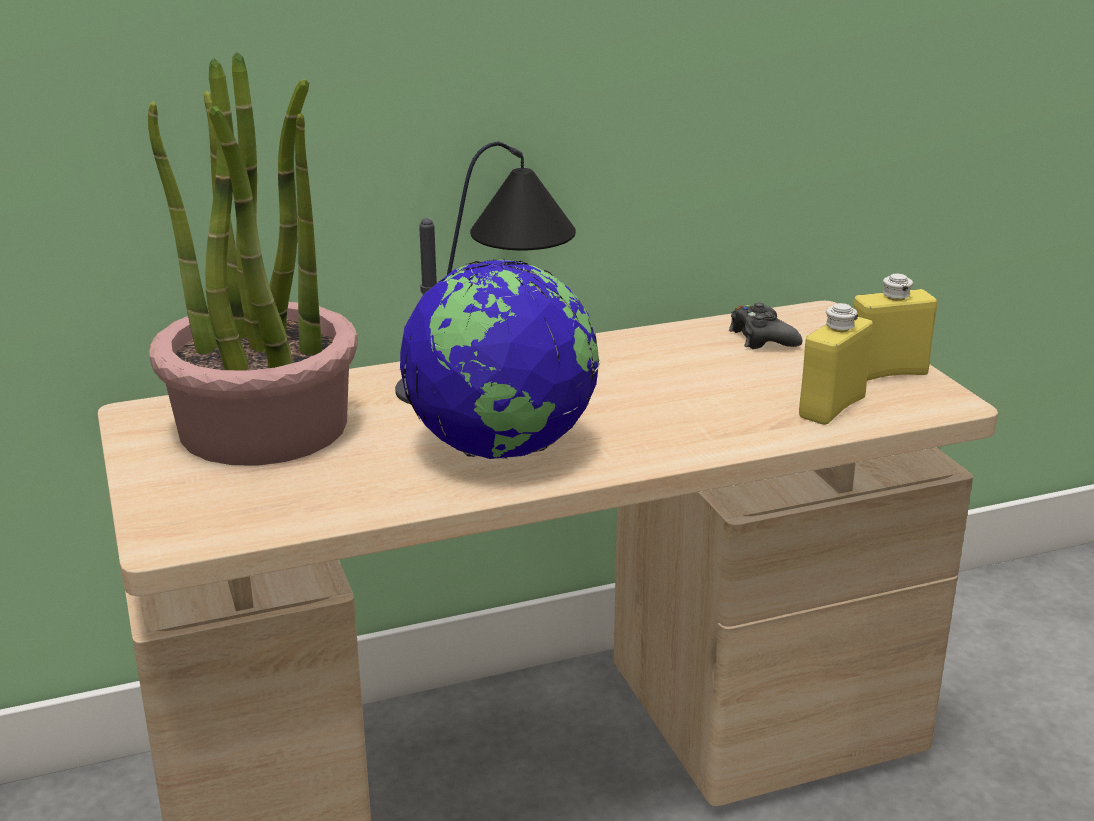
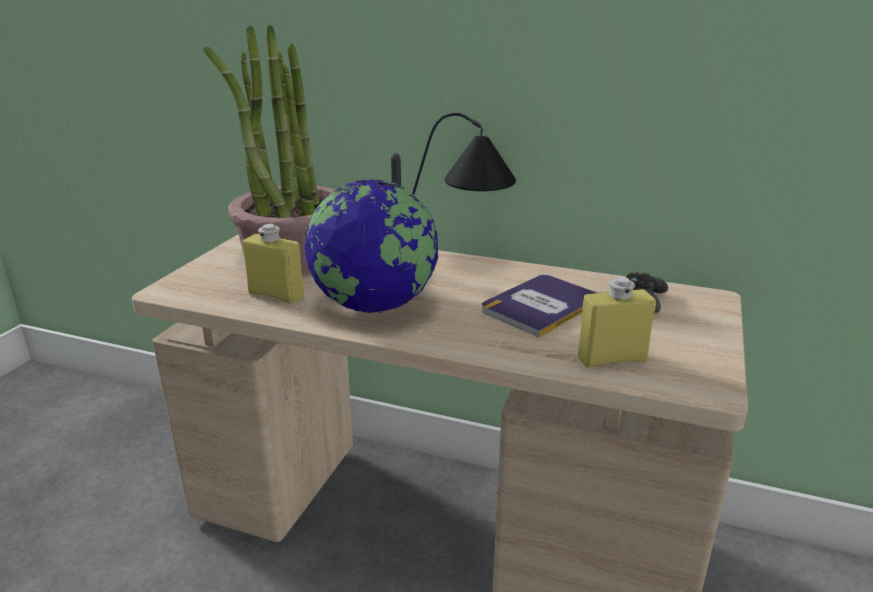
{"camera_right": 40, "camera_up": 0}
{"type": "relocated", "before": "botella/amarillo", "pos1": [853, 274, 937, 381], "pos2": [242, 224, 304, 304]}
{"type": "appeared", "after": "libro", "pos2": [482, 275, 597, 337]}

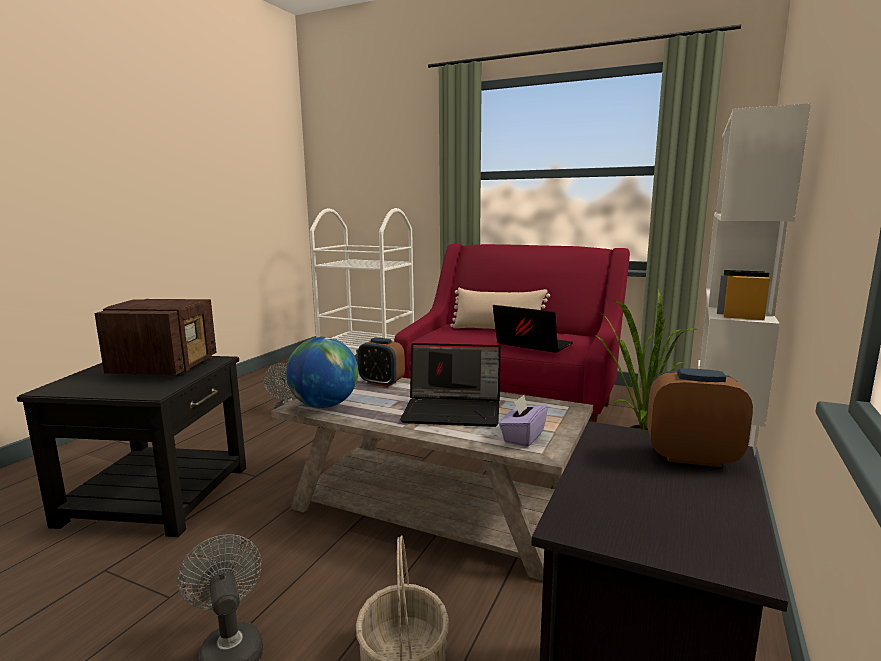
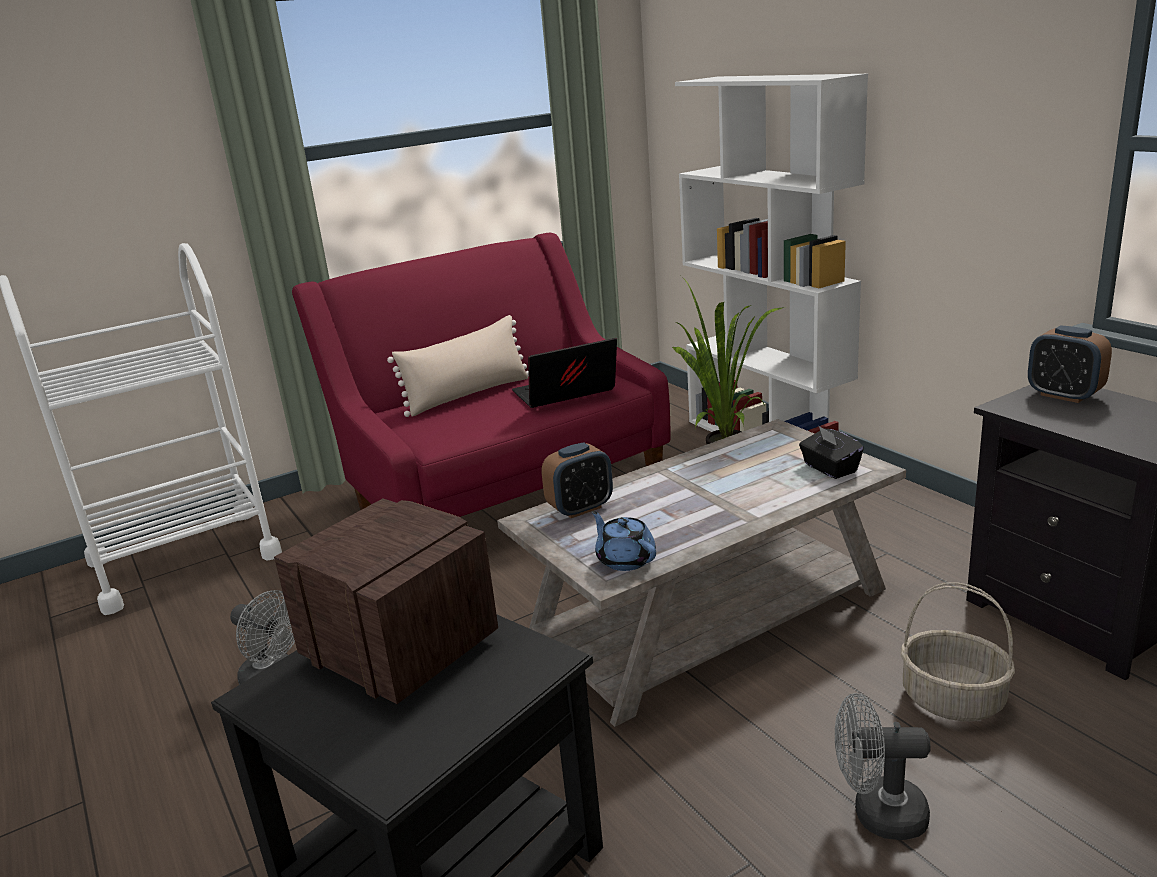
{"camera_right": -55, "camera_up": 10}
{"type": "exchanged", "before": "globo terráqueo", "after": "tetera/azul", "pos1": [286, 337, 358, 408], "pos2": [591, 511, 656, 571]}
{"type": "missing", "before": "portátil", "pos1": [400, 343, 501, 427]}
{"type": "colour", "before": "caja de pañuelos/morado", "after": "caja de pañuelos/negro", "pos1": [499, 395, 548, 447], "pos2": [799, 425, 864, 479]}
{"type": "spun", "before": "despertador", "pos1": [647, 369, 753, 467], "pos2": [1028, 325, 1112, 403], "turn": -90}

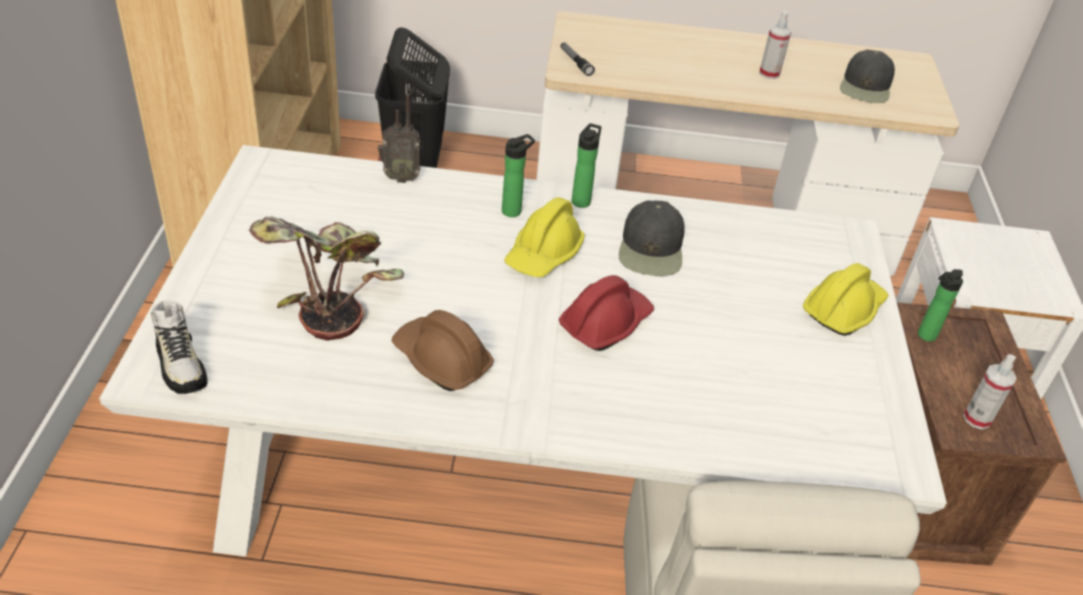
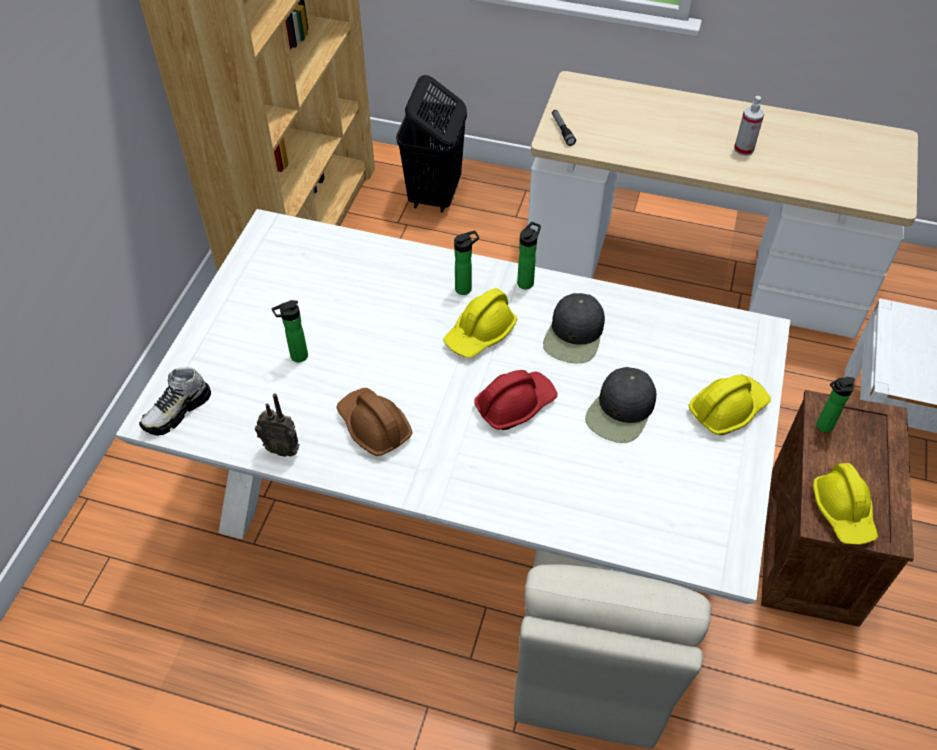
{"camera_right": 15, "camera_up": 10}
{"type": "spun", "before": "zapato", "pos1": [151, 300, 208, 394], "pos2": [139, 367, 211, 436], "turn": 60}
{"type": "exchanged", "before": "planta en maceta", "after": "botella", "pos1": [249, 216, 404, 340], "pos2": [272, 300, 308, 362]}
{"type": "relocated", "before": "radio", "pos1": [378, 93, 421, 183], "pos2": [255, 394, 300, 457]}
{"type": "relocated", "before": "gorra/negro", "pos1": [840, 50, 895, 103], "pos2": [585, 367, 656, 443]}
{"type": "exchanged", "before": "pulverizador", "after": "casco/amarillo", "pos1": [963, 354, 1017, 429], "pos2": [813, 463, 878, 545]}

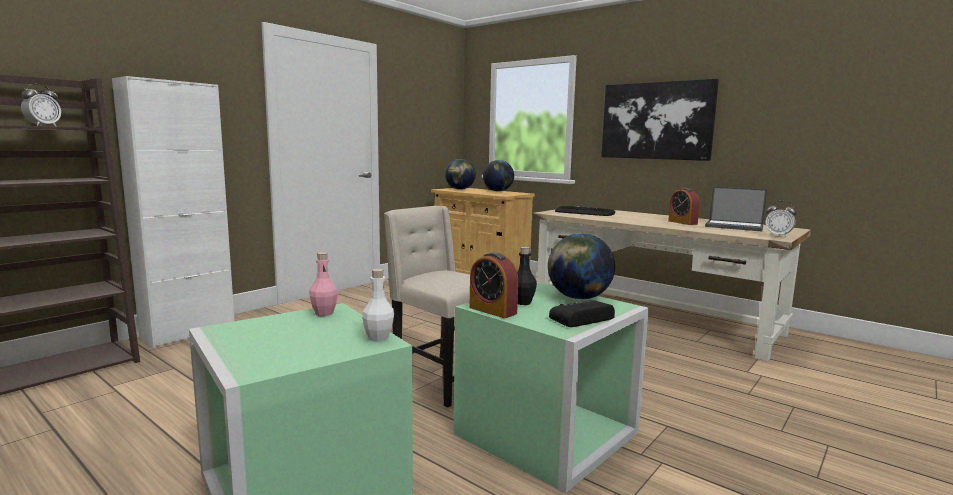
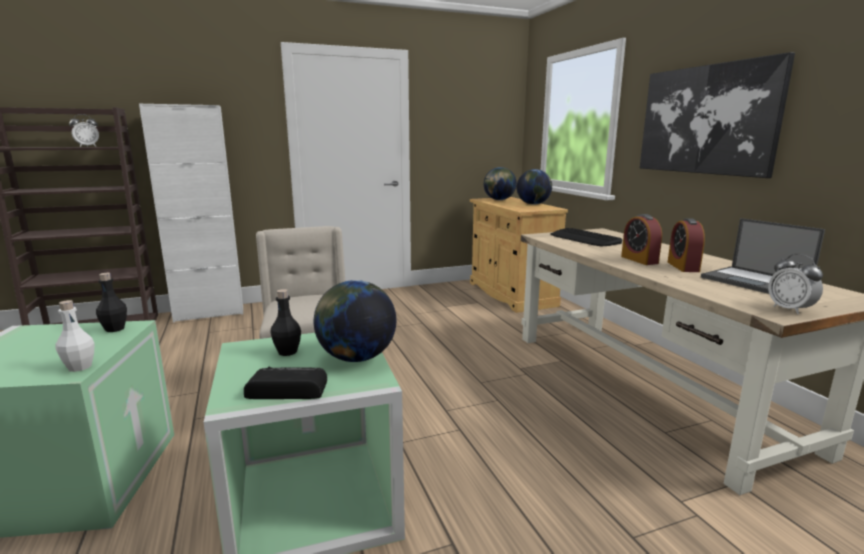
{"camera_right": 30, "camera_up": 5}
{"type": "colour", "before": "botella/rosa", "after": "botella/negro", "pos1": [309, 252, 338, 316], "pos2": [96, 273, 127, 332]}
{"type": "relocated", "before": "despertador", "pos1": [470, 252, 518, 318], "pos2": [621, 214, 662, 265]}

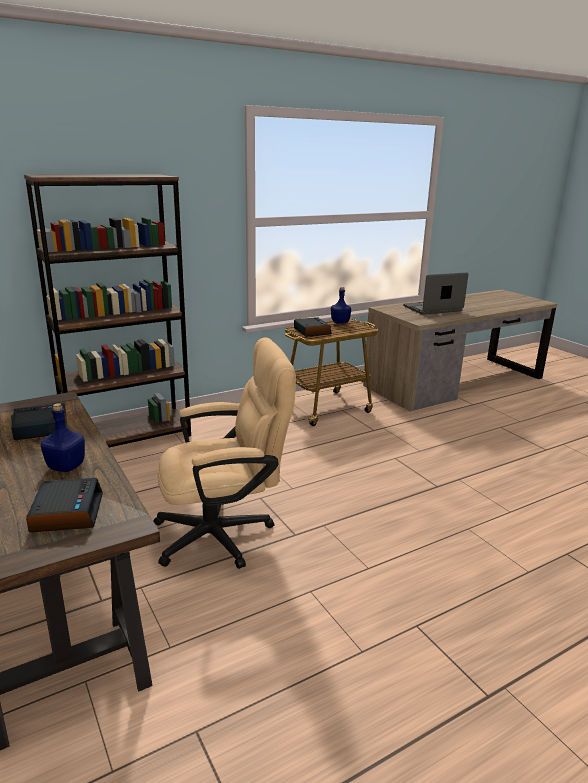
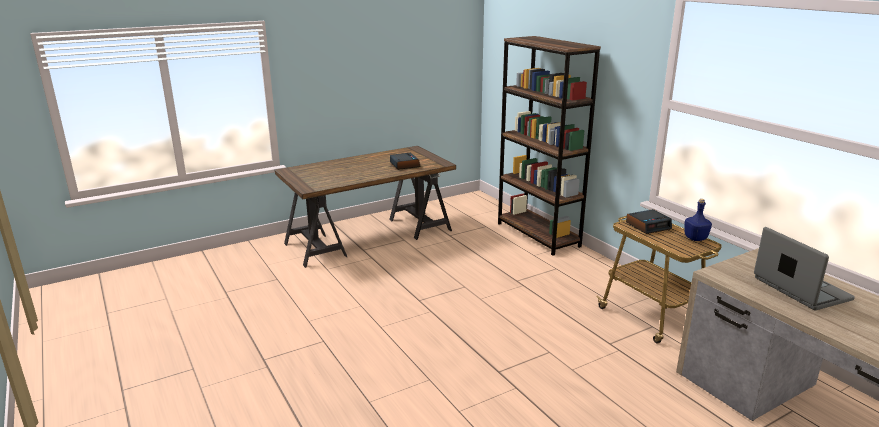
{"camera_right": 90, "camera_up": 0}
{"type": "missing", "before": "despertador", "pos1": [26, 478, 103, 532]}
{"type": "missing", "before": "botella/azul", "pos1": [41, 403, 85, 472]}
{"type": "missing", "before": "silla de oficina/beis", "pos1": [153, 337, 296, 569]}

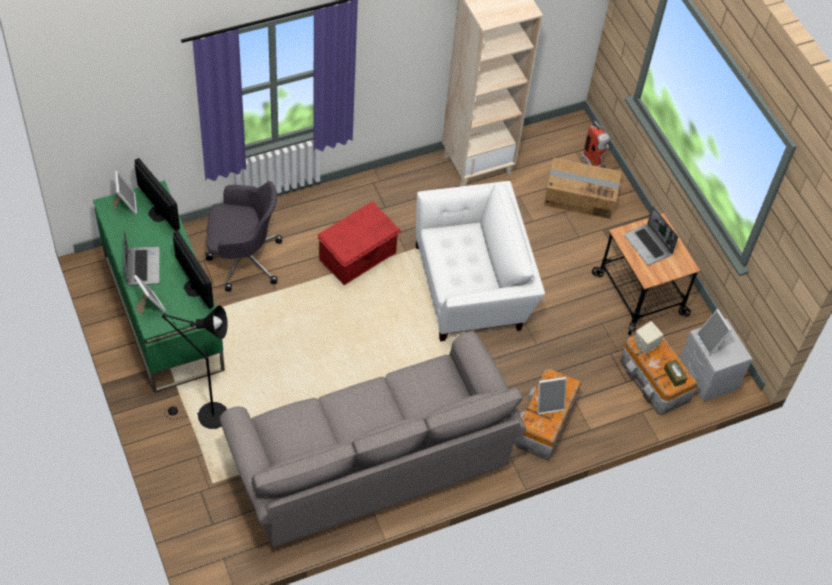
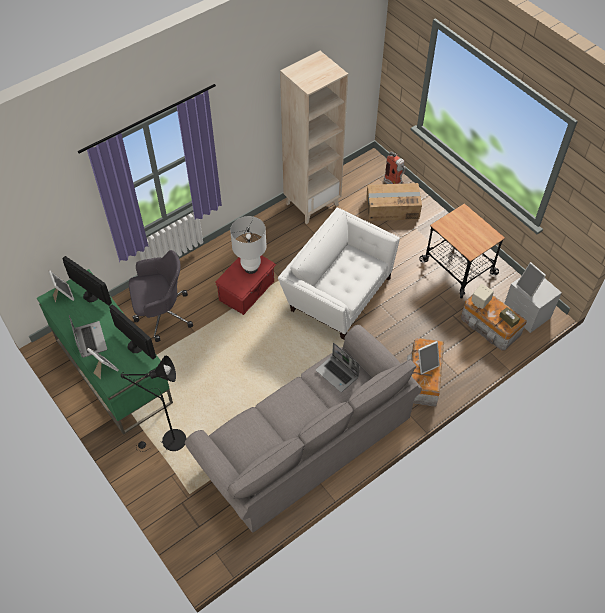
{"camera_right": -10, "camera_up": 0}
{"type": "spun", "before": "sillón/blanco", "pos1": [416, 181, 545, 341], "pos2": [278, 208, 400, 340], "turn": -120}
{"type": "relocated", "before": "portátil", "pos1": [624, 206, 678, 265], "pos2": [316, 343, 360, 392]}
{"type": "appeared", "after": "lámpara de mesa/blanco", "pos2": [230, 216, 267, 274]}

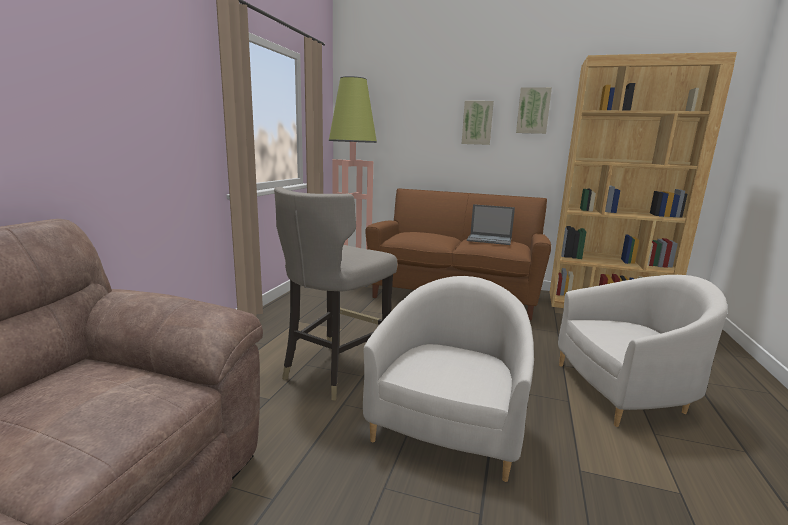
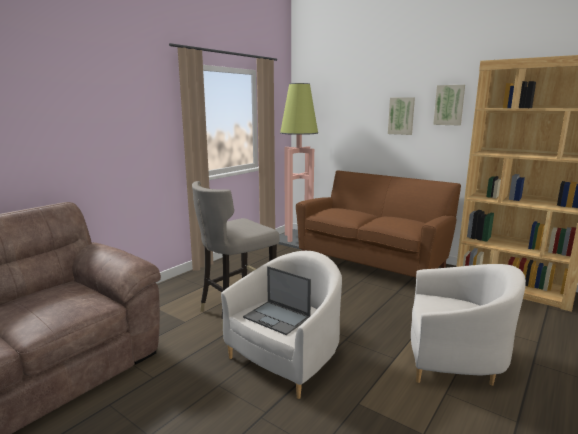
{"camera_right": 20, "camera_up": 0}
{"type": "relocated", "before": "portátil", "pos1": [467, 204, 515, 245], "pos2": [243, 266, 311, 335]}

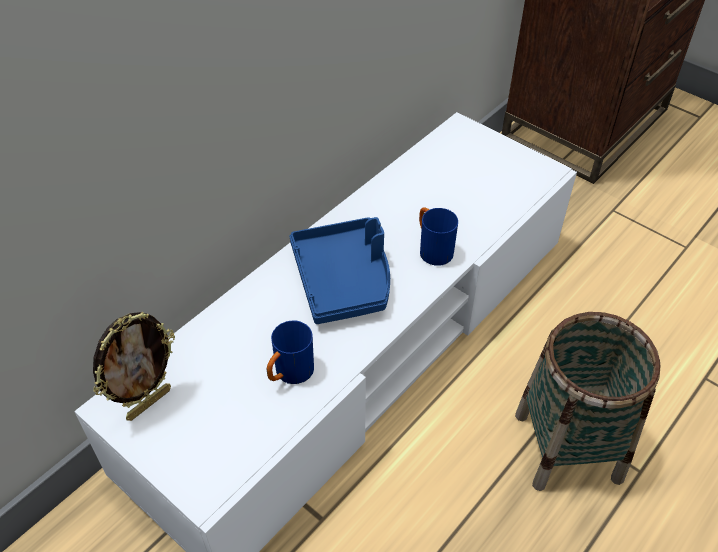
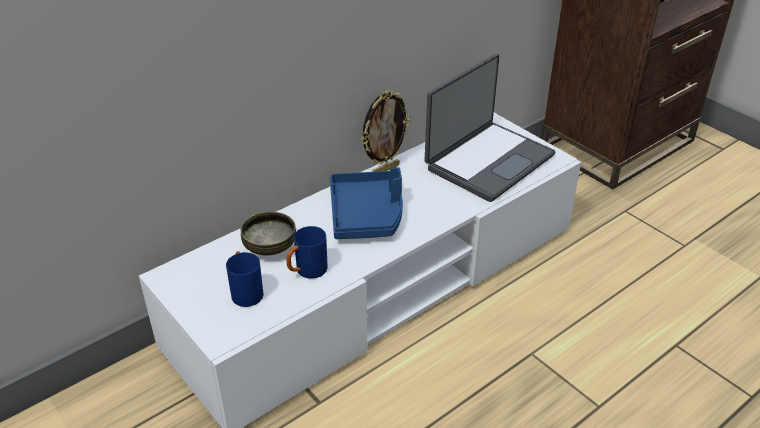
{"camera_right": 10, "camera_up": -10}
{"type": "relocated", "before": "portarretratos", "pos1": [93, 312, 175, 421], "pos2": [361, 90, 411, 172]}
{"type": "relocated", "before": "taza grande/azul", "pos1": [419, 208, 458, 266], "pos2": [226, 251, 264, 307]}
{"type": "missing", "before": "cesta", "pos1": [515, 312, 661, 491]}
{"type": "appeared", "after": "cuenco", "pos2": [240, 212, 296, 256]}
{"type": "appeared", "after": "portátil", "pos2": [425, 54, 555, 202]}

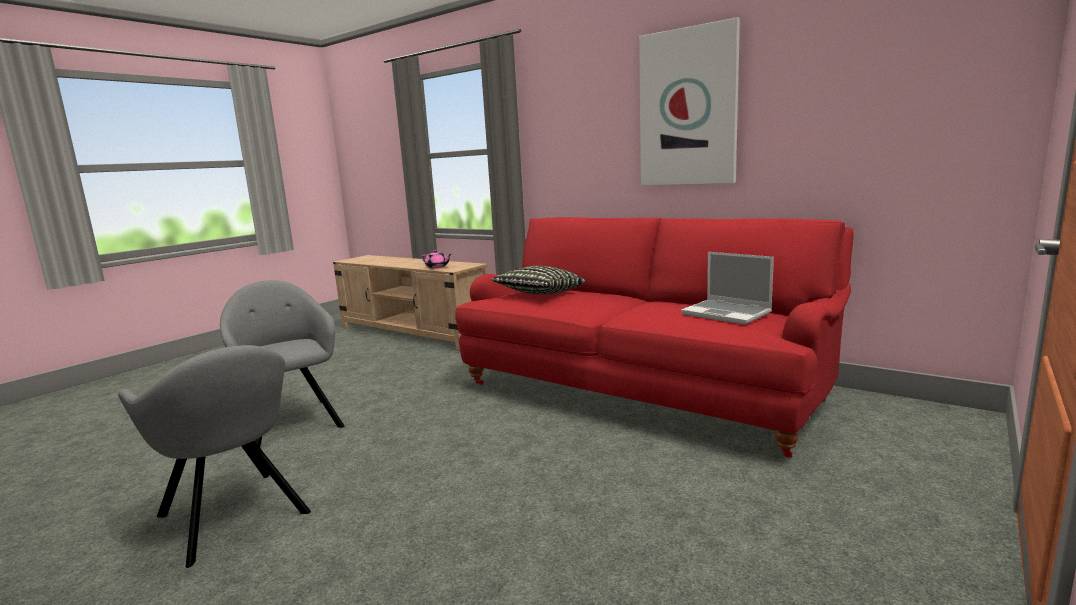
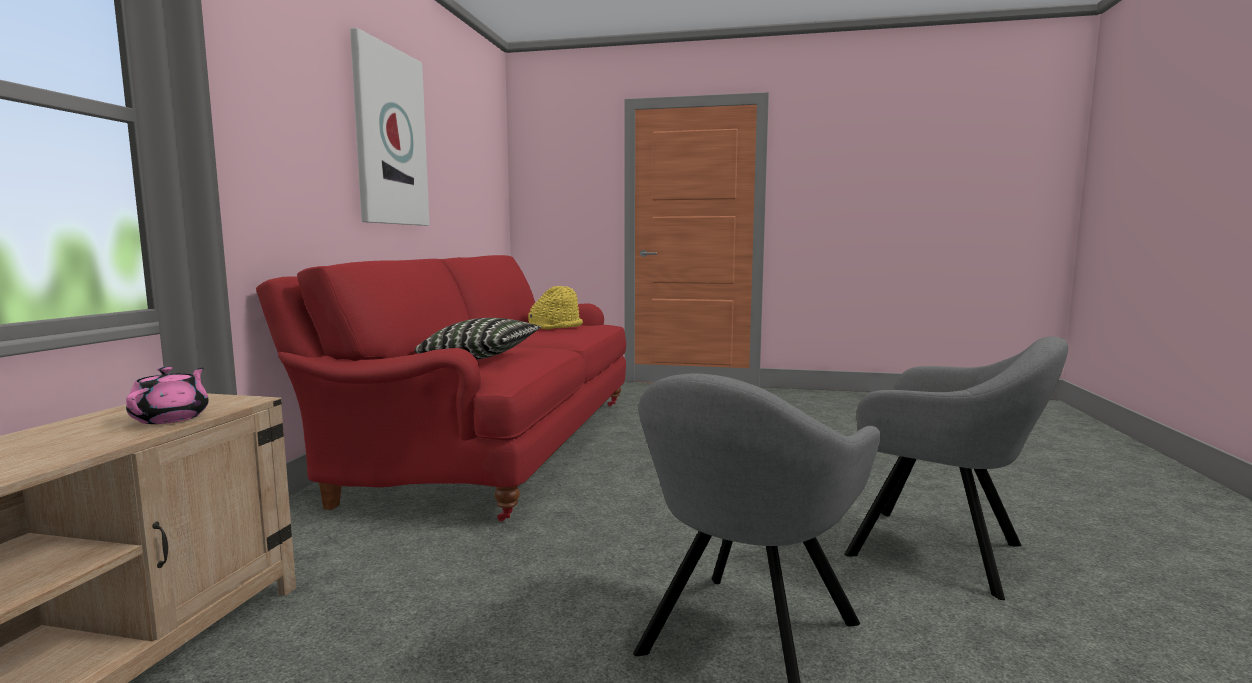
{"camera_right": -115, "camera_up": -5}
{"type": "spun", "before": "sillón/gris", "pos1": [118, 345, 311, 568], "pos2": [844, 337, 1068, 600], "turn": 105}
{"type": "exchanged", "before": "portátil", "after": "sombrero/amarillo", "pos1": [681, 252, 774, 325], "pos2": [528, 286, 583, 329]}

